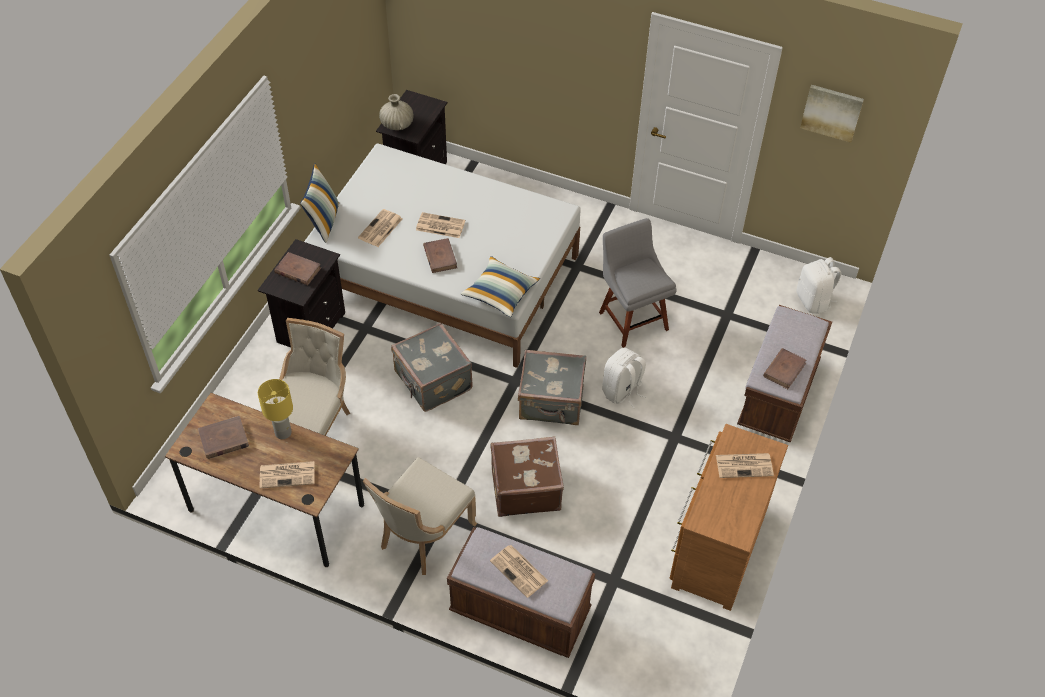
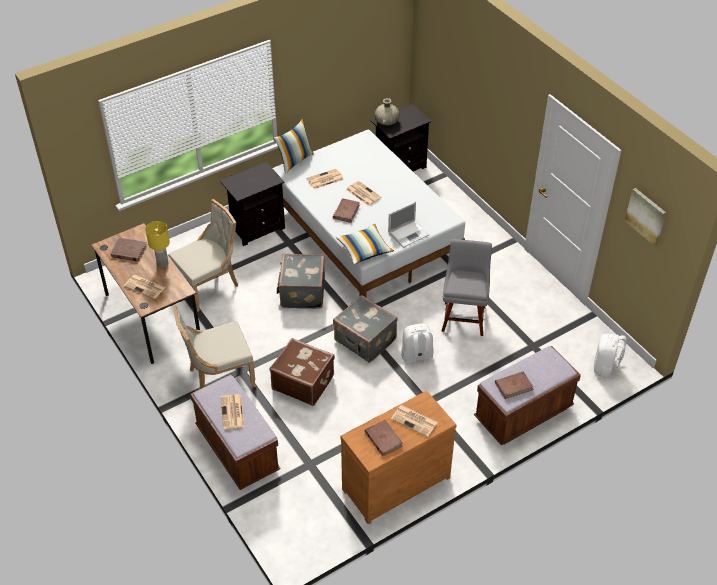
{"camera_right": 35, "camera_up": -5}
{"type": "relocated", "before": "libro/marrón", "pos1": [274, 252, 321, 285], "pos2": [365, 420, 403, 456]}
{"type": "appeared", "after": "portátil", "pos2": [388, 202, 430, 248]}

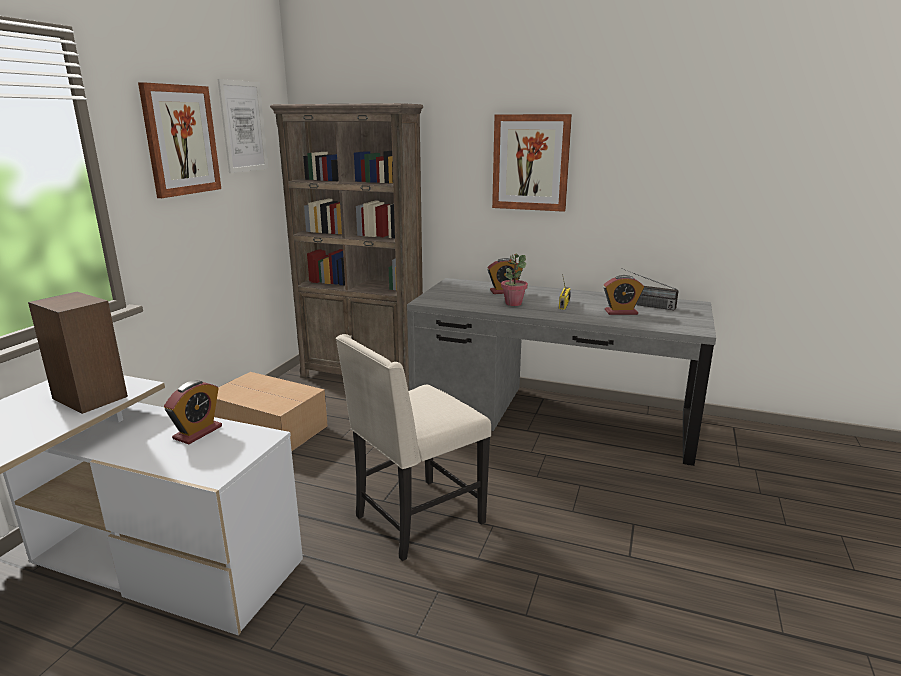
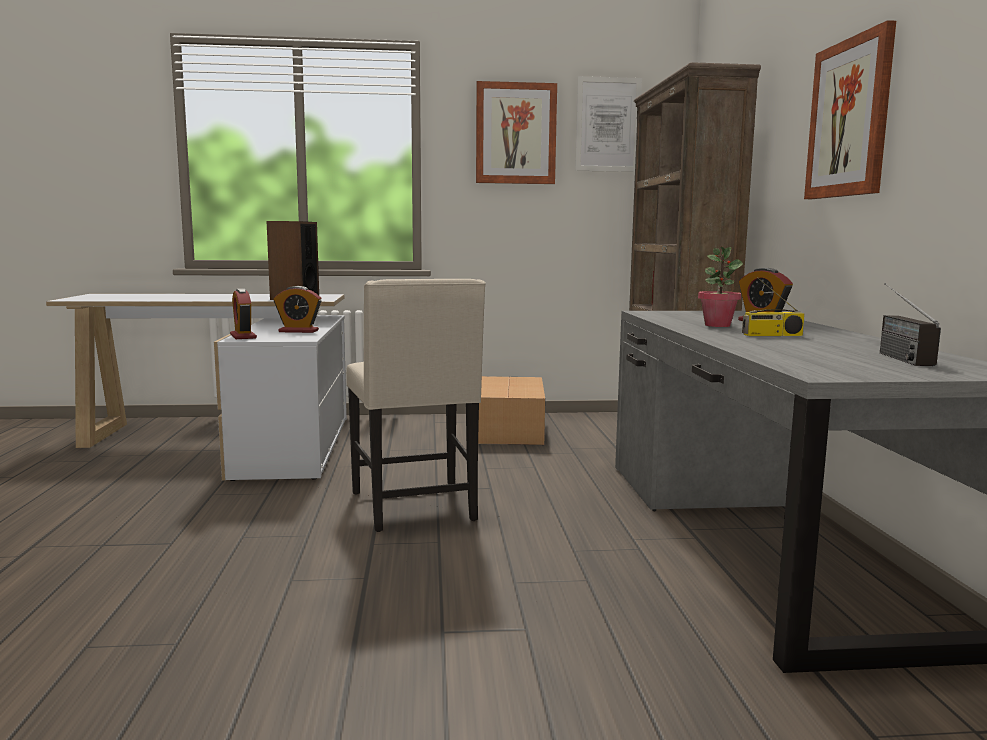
{"camera_right": 65, "camera_up": -10}
{"type": "spun", "before": "silla/beis", "pos1": [336, 334, 491, 561], "pos2": [346, 279, 486, 532], "turn": -135}
{"type": "relocated", "before": "despertador", "pos1": [603, 275, 644, 315], "pos2": [230, 288, 257, 339]}

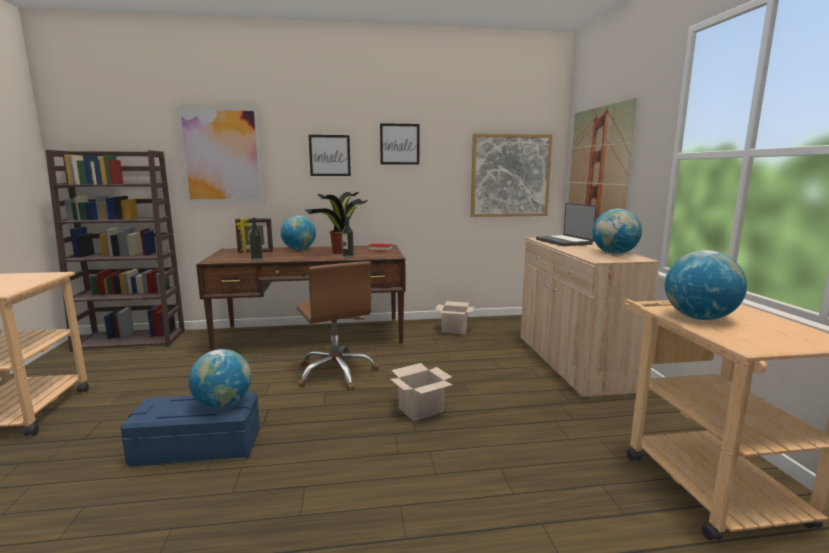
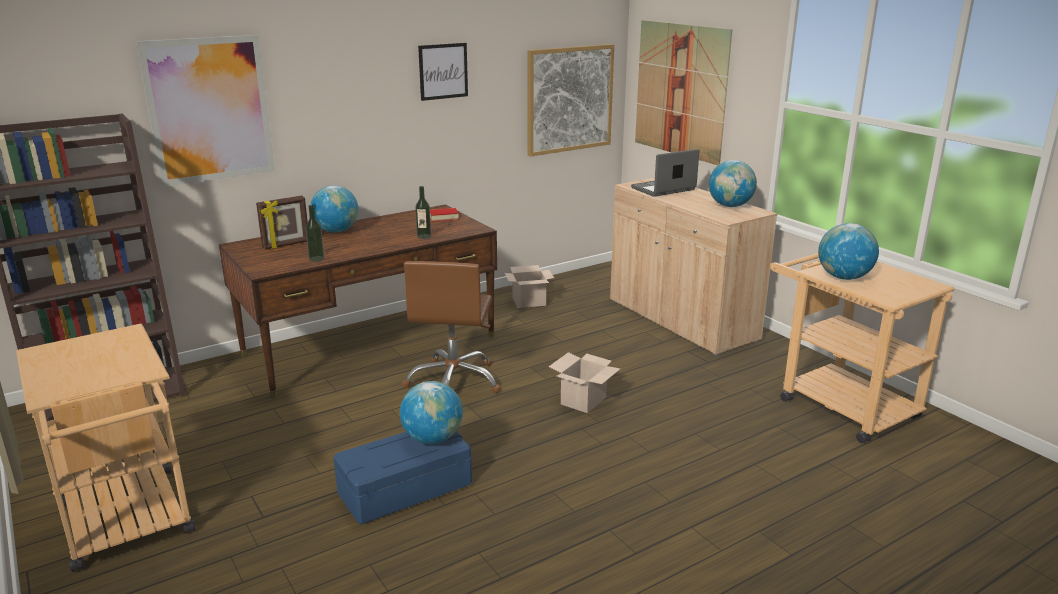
{"camera_right": -25, "camera_up": 10}
{"type": "spun", "before": "silla de oficina/marrón", "pos1": [297, 261, 379, 390], "pos2": [402, 261, 501, 393], "turn": 60}
{"type": "missing", "before": "planta en maceta", "pos1": [305, 192, 368, 254]}
{"type": "missing", "before": "cuadro", "pos1": [309, 135, 351, 176]}
{"type": "spun", "before": "portátil", "pos1": [536, 203, 597, 246], "pos2": [631, 149, 700, 197], "turn": 105}

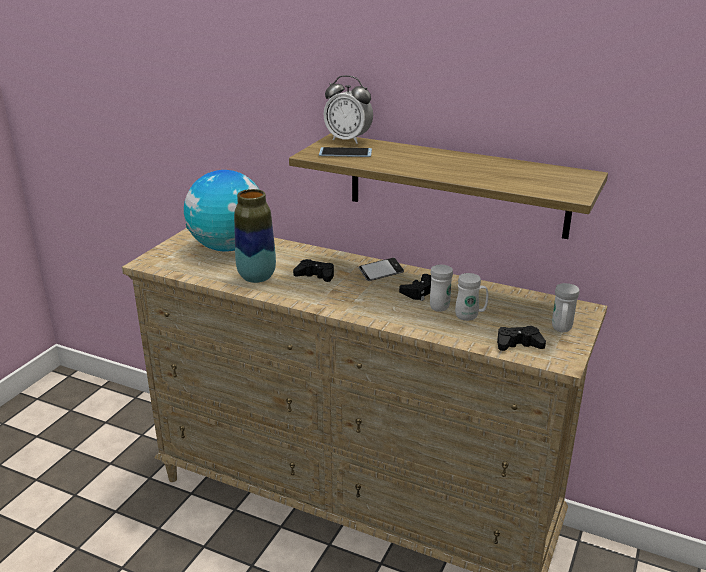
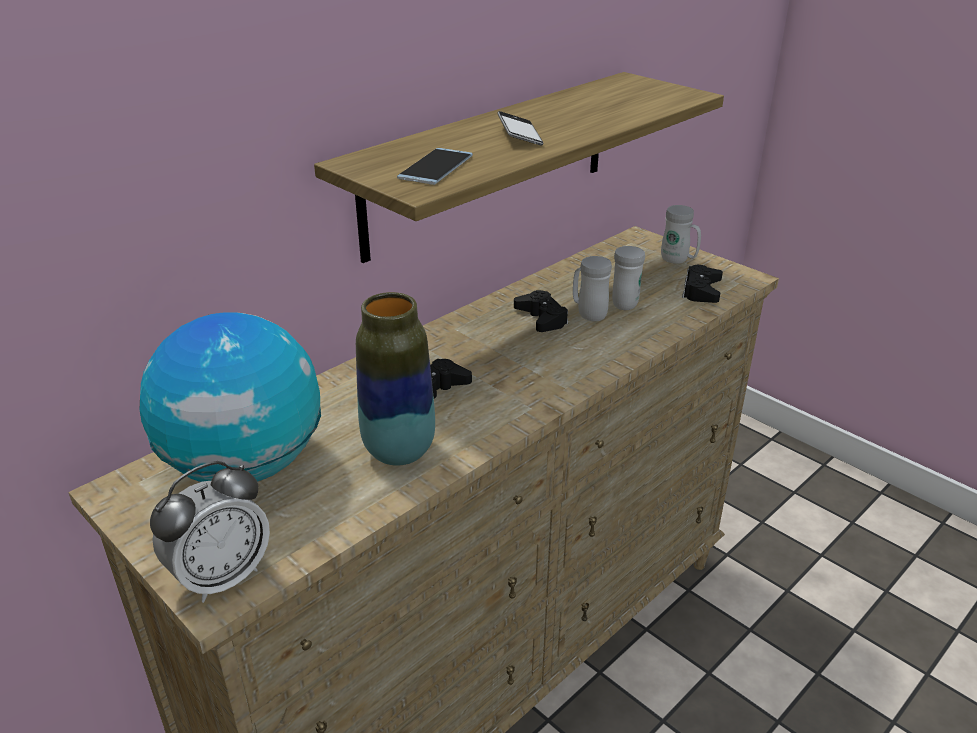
{"camera_right": -70, "camera_up": 5}
{"type": "relocated", "before": "despertador", "pos1": [324, 75, 373, 144], "pos2": [150, 461, 270, 603]}
{"type": "relocated", "before": "móvil", "pos1": [359, 258, 404, 281], "pos2": [497, 111, 543, 146]}

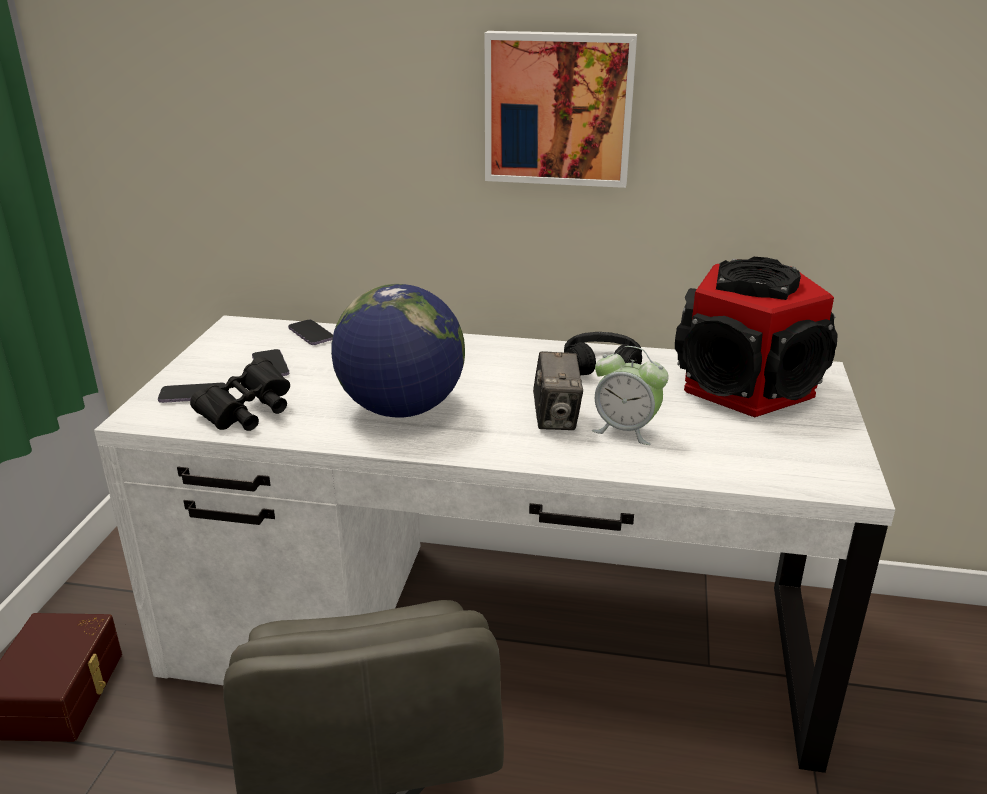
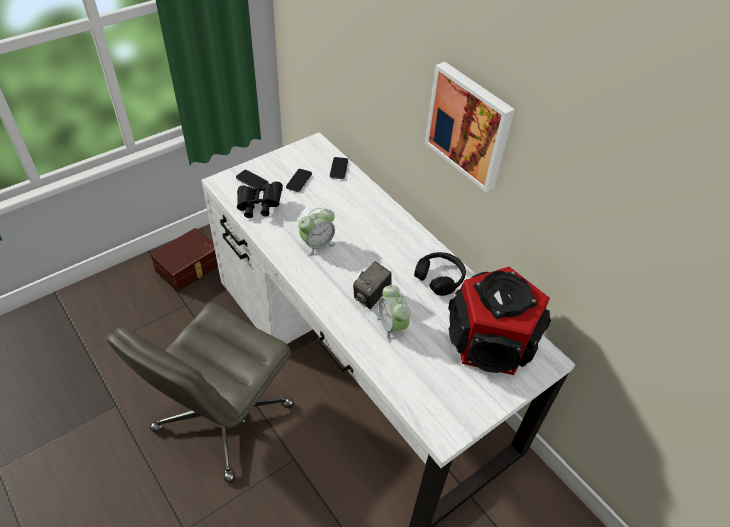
{"camera_right": 40, "camera_up": 20}
{"type": "exchanged", "before": "globo terráqueo", "after": "despertador", "pos1": [331, 284, 465, 418], "pos2": [298, 208, 336, 256]}

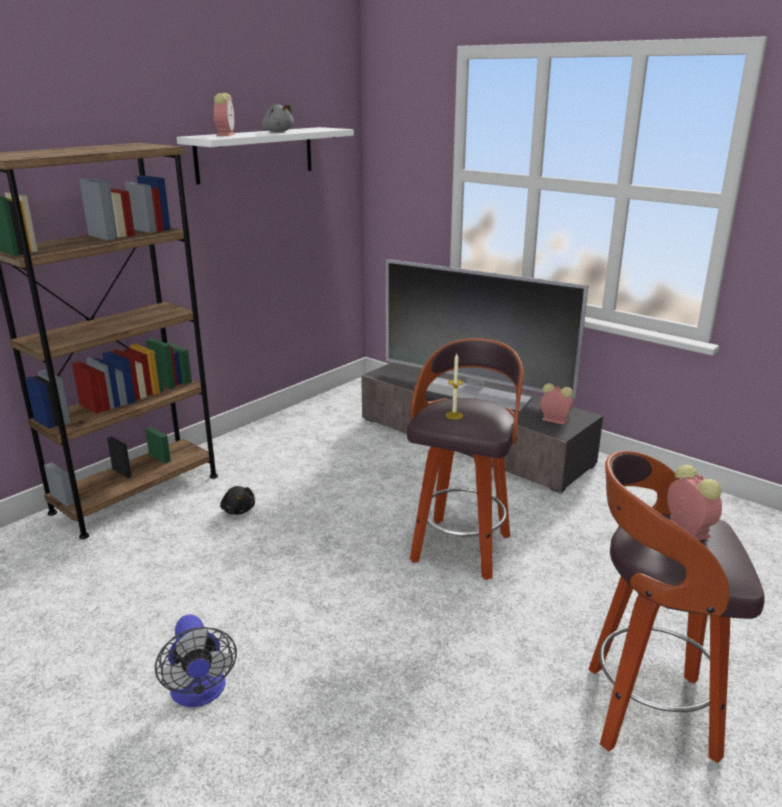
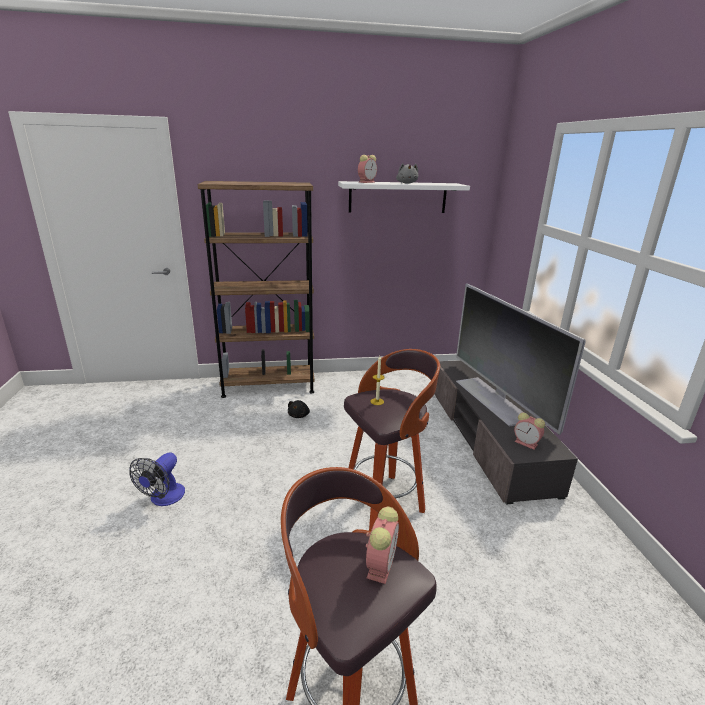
{"camera_right": 40, "camera_up": 0}
{"type": "spun", "before": "despertador", "pos1": [540, 383, 573, 425], "pos2": [514, 412, 545, 450], "turn": 150}

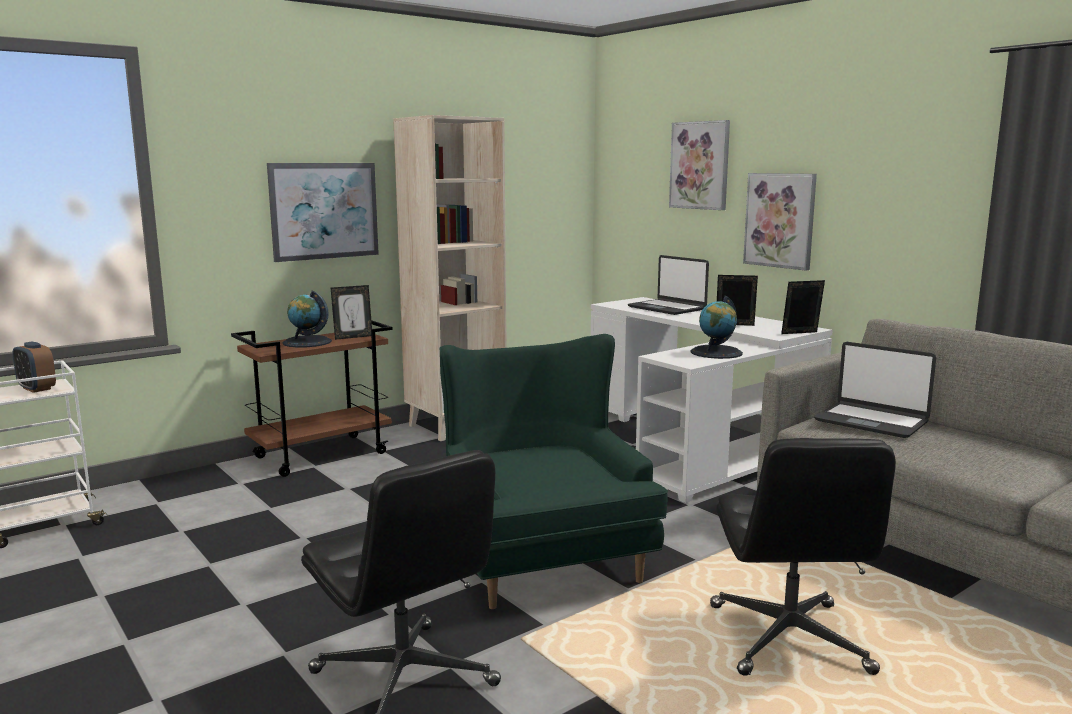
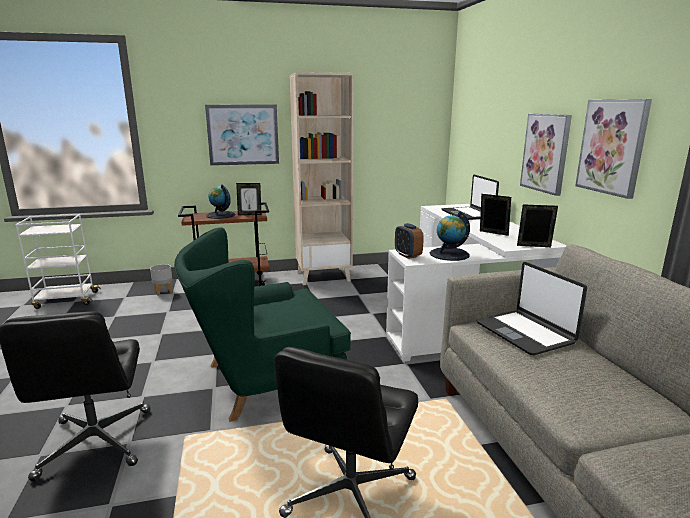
{"camera_right": 25, "camera_up": 5}
{"type": "relocated", "before": "despertador", "pos1": [13, 342, 56, 393], "pos2": [395, 223, 424, 259]}
{"type": "spun", "before": "sillón/verde", "pos1": [440, 334, 668, 609], "pos2": [174, 227, 351, 422], "turn": -120}
{"type": "relocated", "before": "cuadro", "pos1": [669, 120, 730, 210], "pos2": [575, 99, 652, 199]}
{"type": "appeared", "after": "maceta/gris", "pos2": [150, 264, 173, 296]}

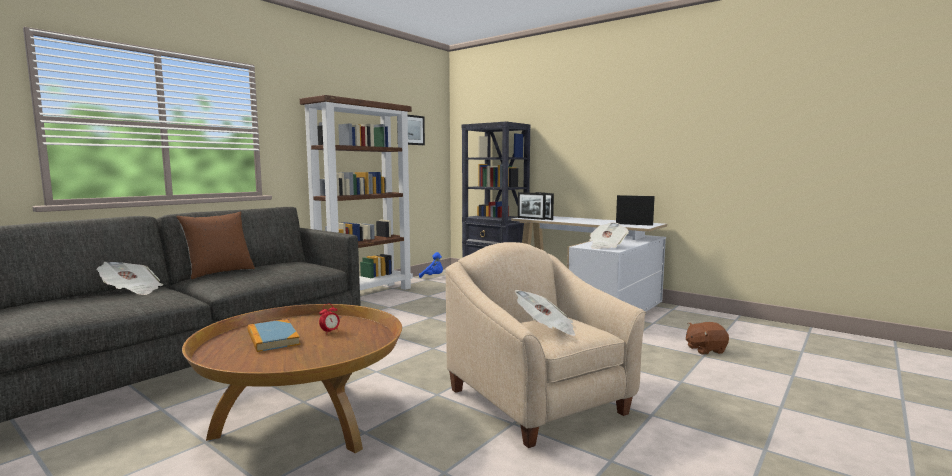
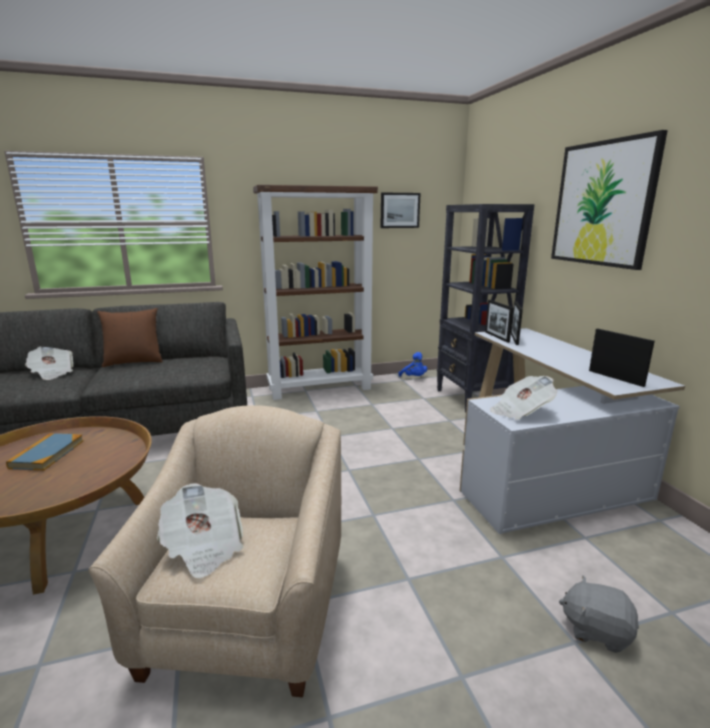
{"camera_right": 35, "camera_up": 10}
{"type": "missing", "before": "despertador", "pos1": [319, 304, 340, 334]}
{"type": "colour", "before": "peluche/marrón", "after": "peluche/gris", "pos1": [686, 322, 729, 355], "pos2": [559, 575, 639, 653]}
{"type": "appeared", "after": "cuadro", "pos2": [551, 130, 668, 270]}

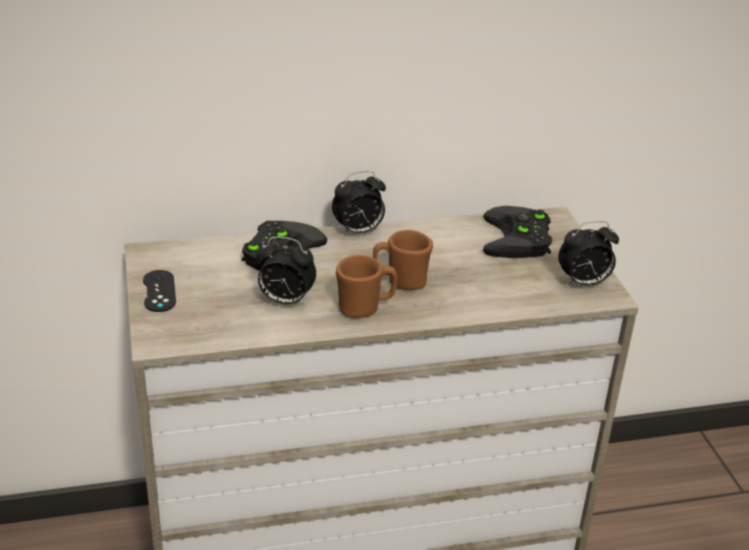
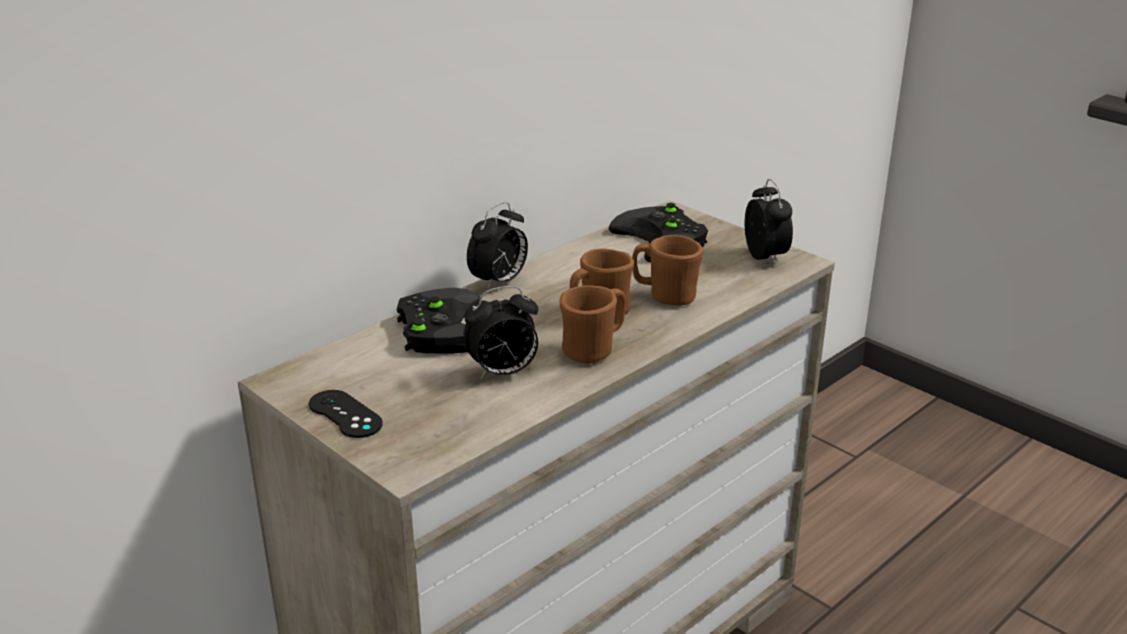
{"camera_right": -30, "camera_up": -5}
{"type": "spun", "before": "despertador", "pos1": [558, 221, 619, 286], "pos2": [744, 179, 793, 267], "turn": -60}
{"type": "appeared", "after": "taza grande/marrón", "pos2": [632, 235, 703, 306]}

